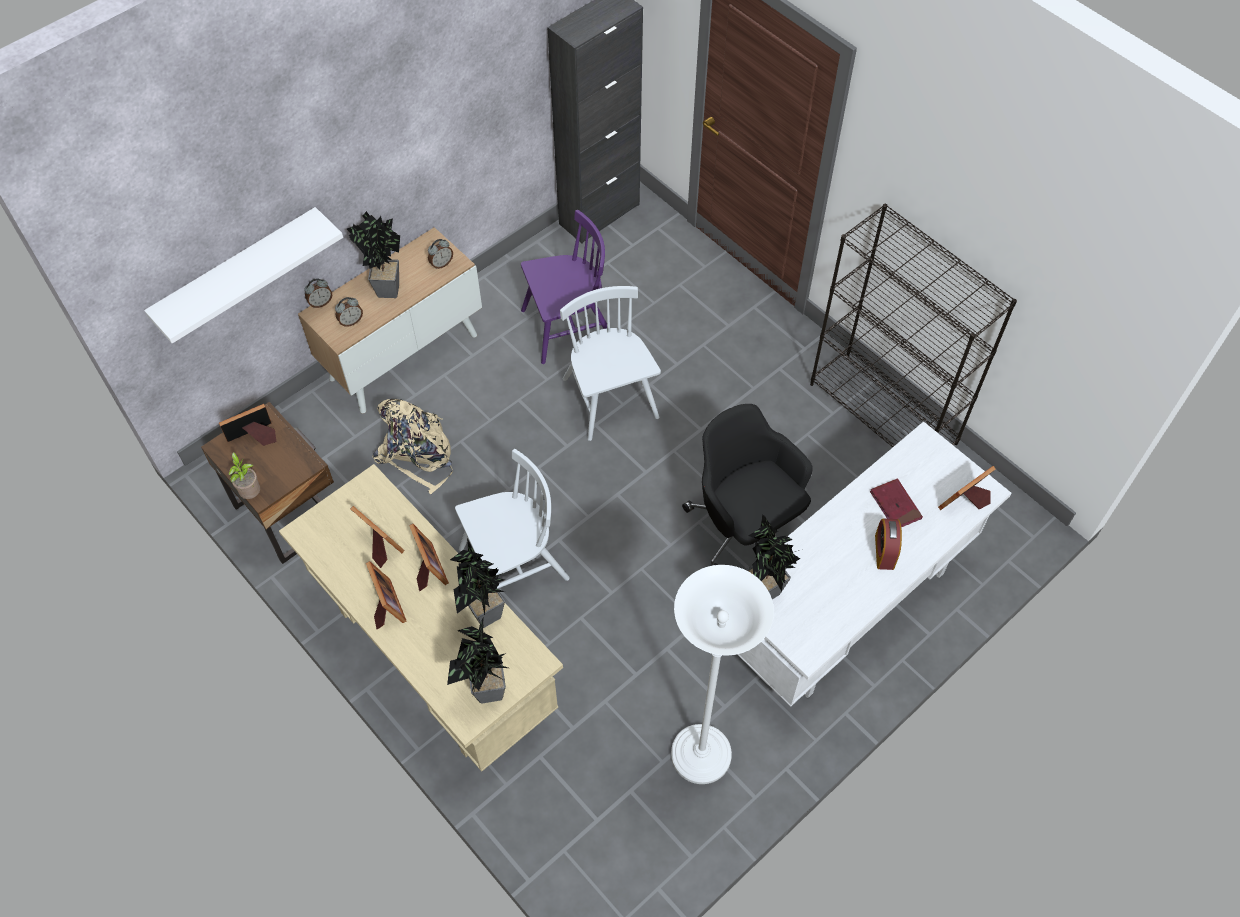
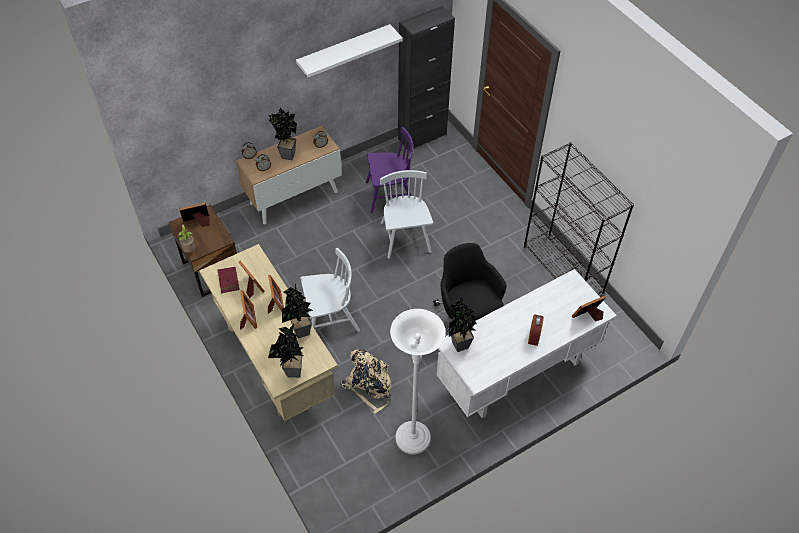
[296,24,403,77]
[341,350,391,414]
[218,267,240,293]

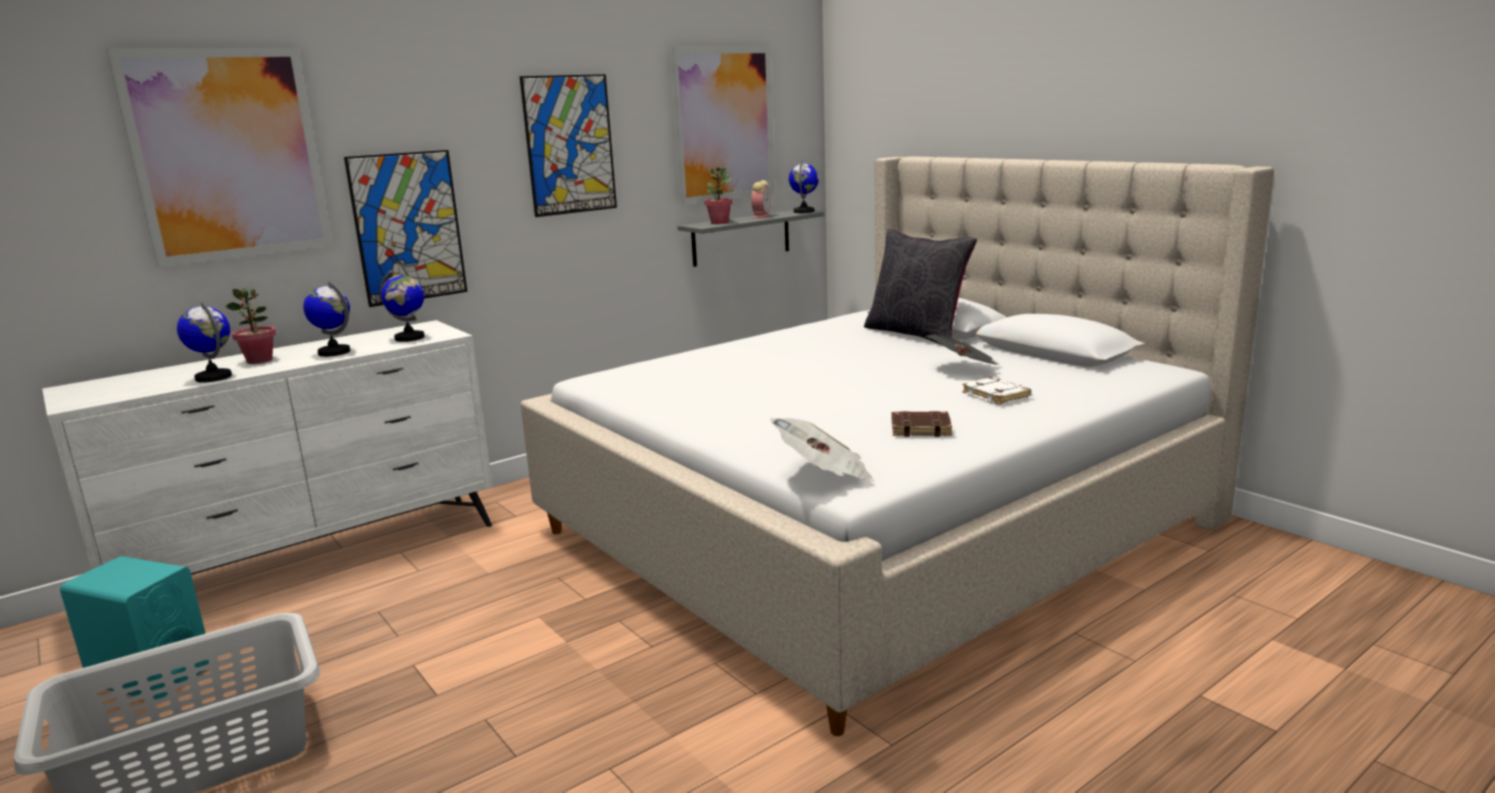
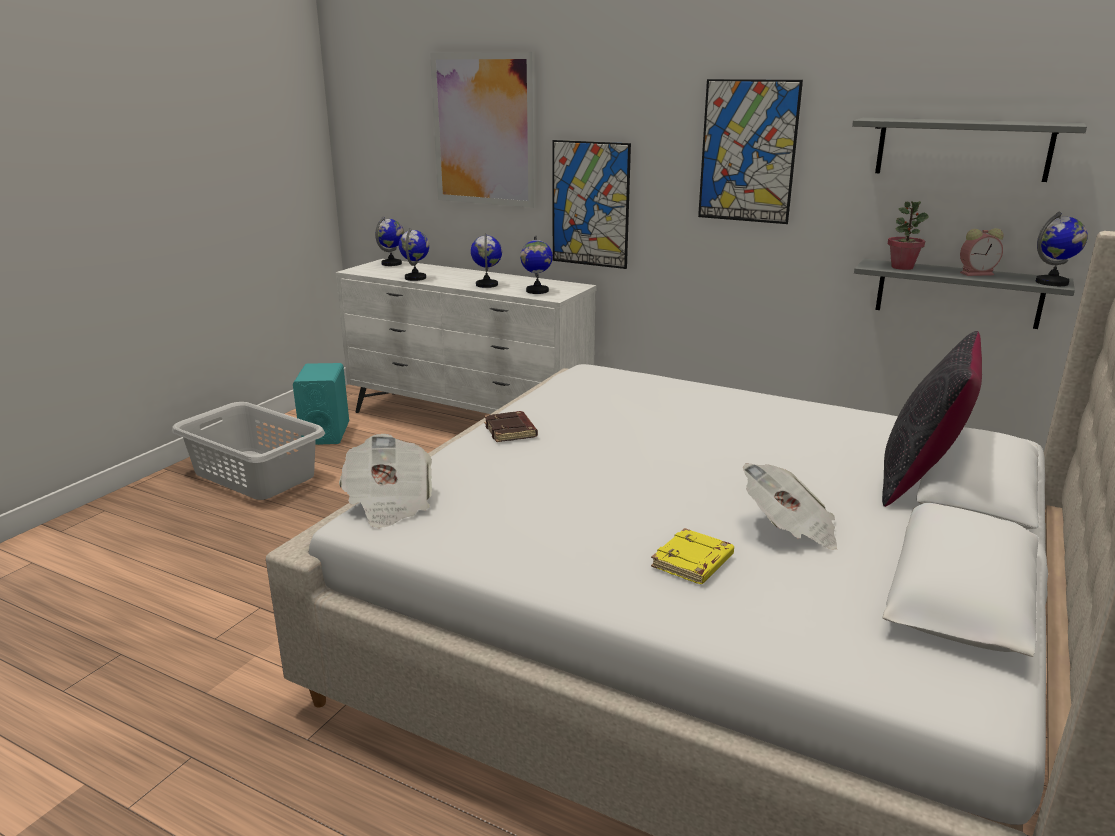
[852,118,1087,182]
[225,288,276,364] (first image)
[651,528,734,584]
[484,411,538,442]
[375,216,404,266]

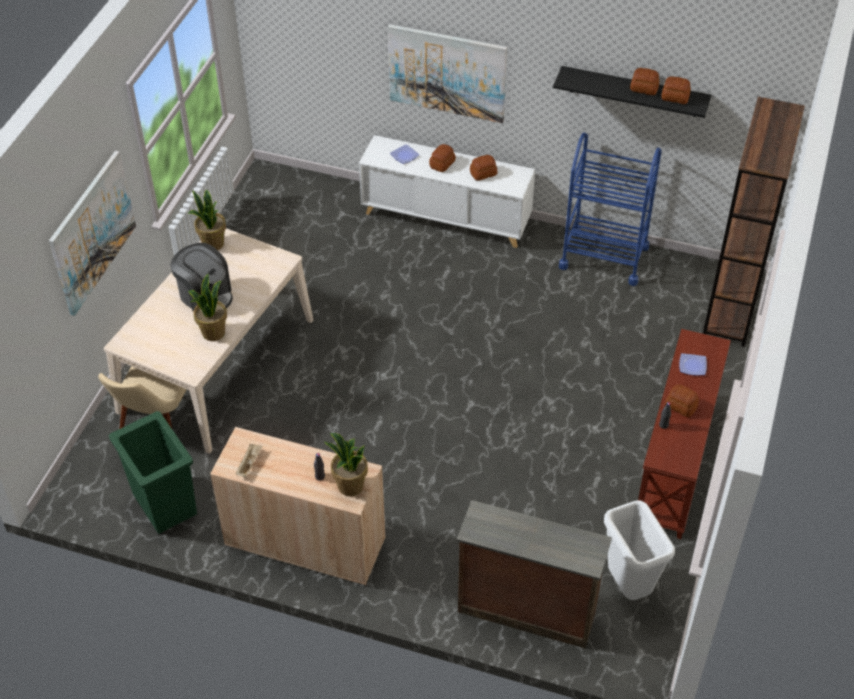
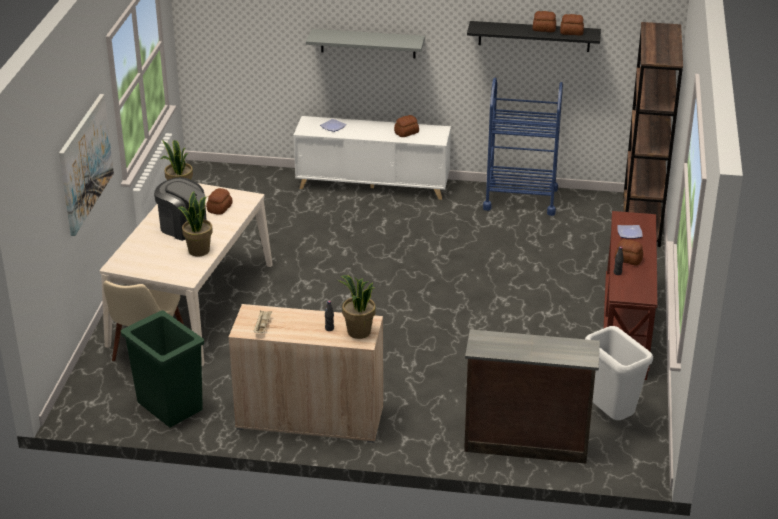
[306,29,425,58]
[206,188,232,215]

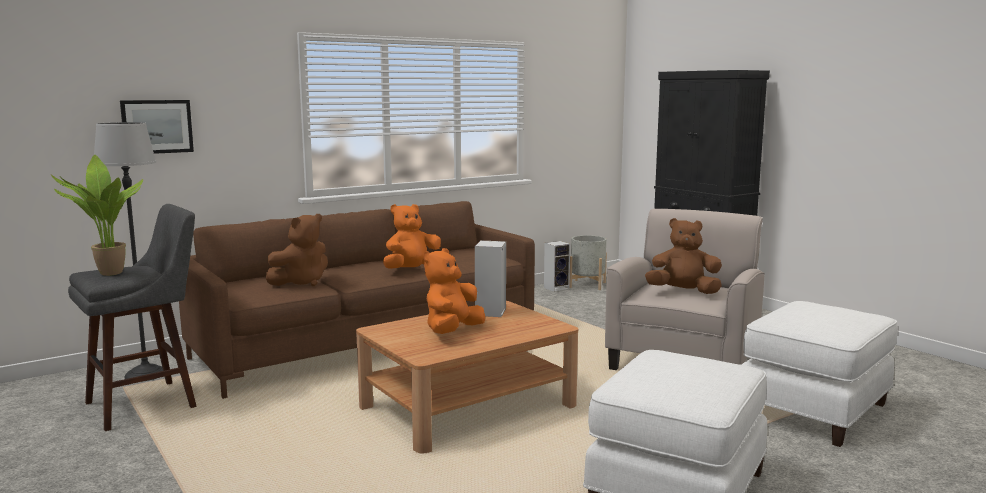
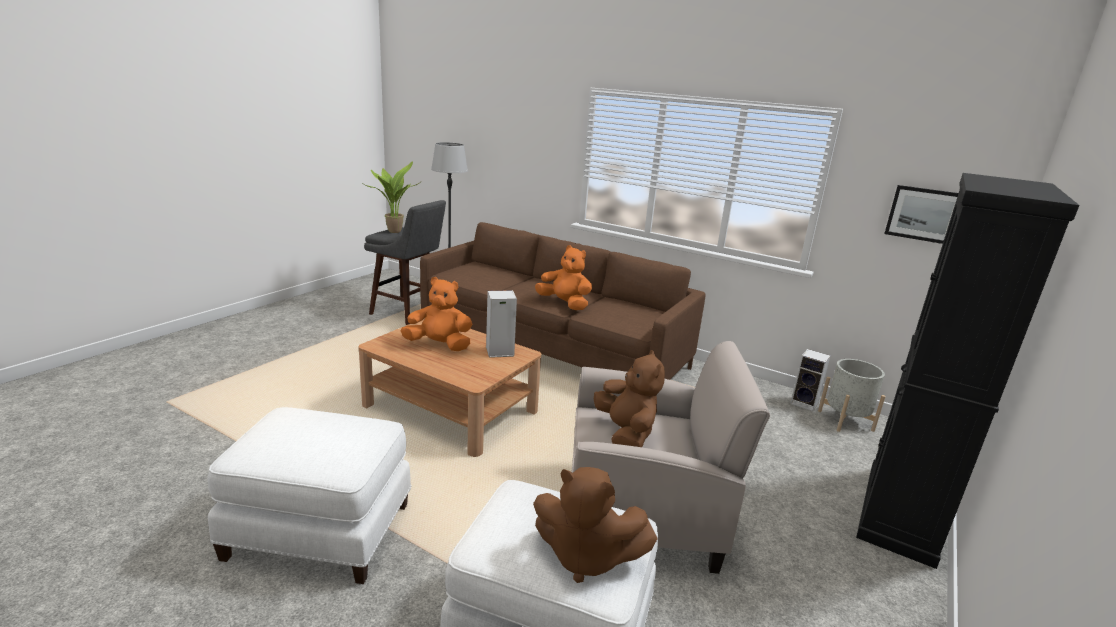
[884,185,958,244]
[533,467,658,583]

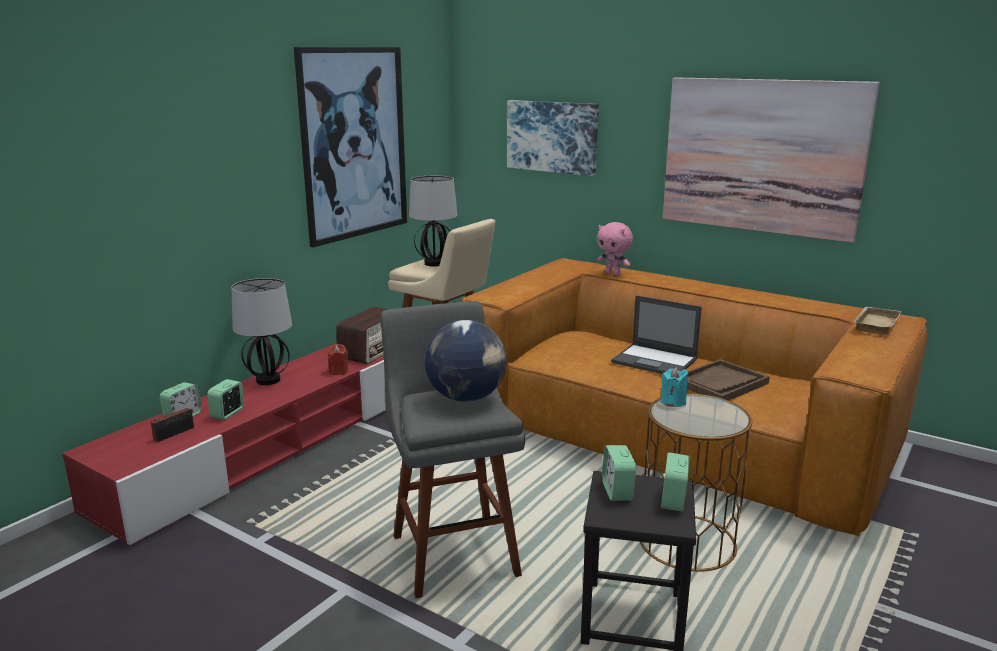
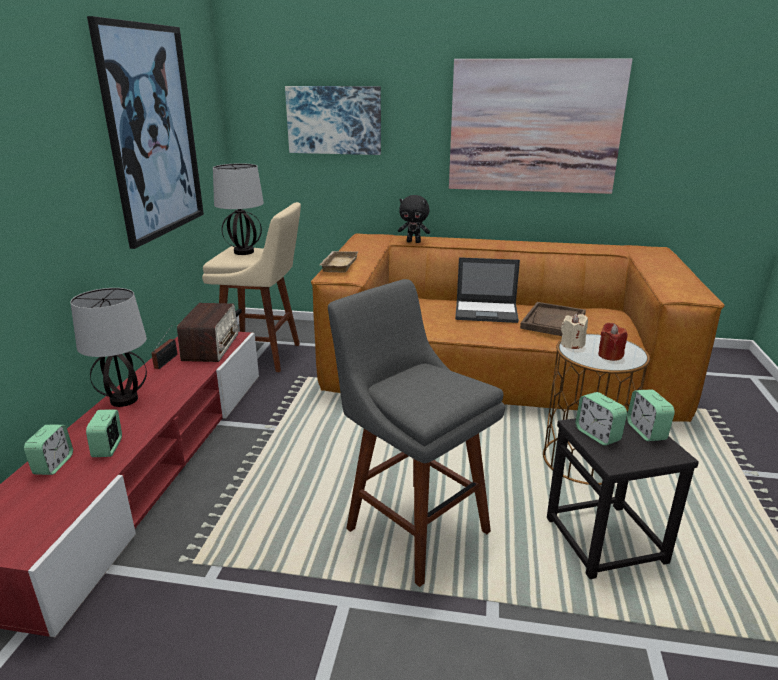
[398,195,430,243]
[320,251,358,273]
[425,320,507,402] (first image)
[598,323,628,361]
[561,313,588,349]
[151,325,177,369]

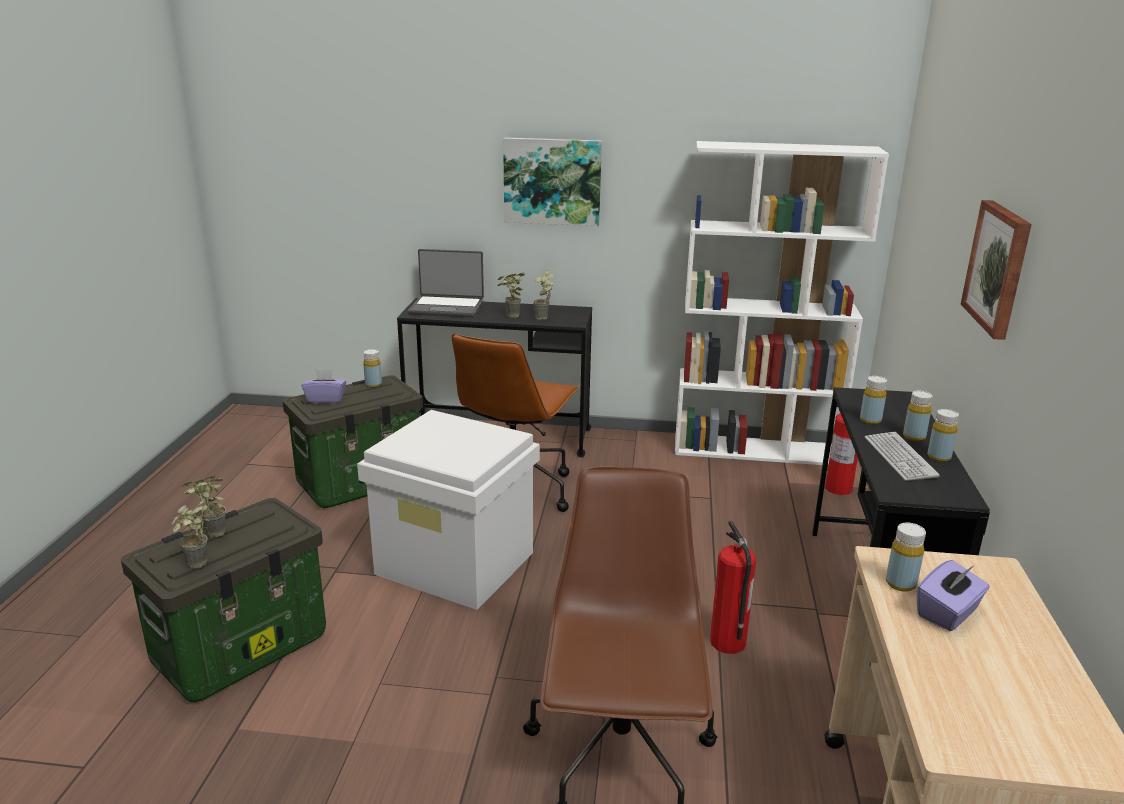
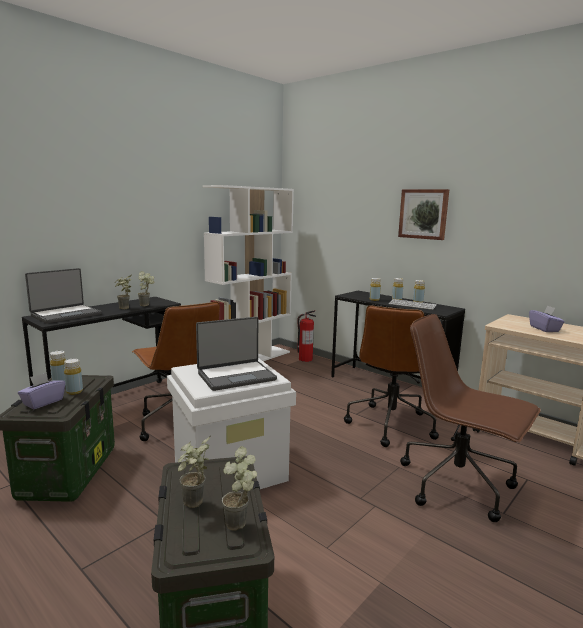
[503,138,602,226] (first image)
[344,305,439,447]
[64,359,83,395]
[196,317,277,391]

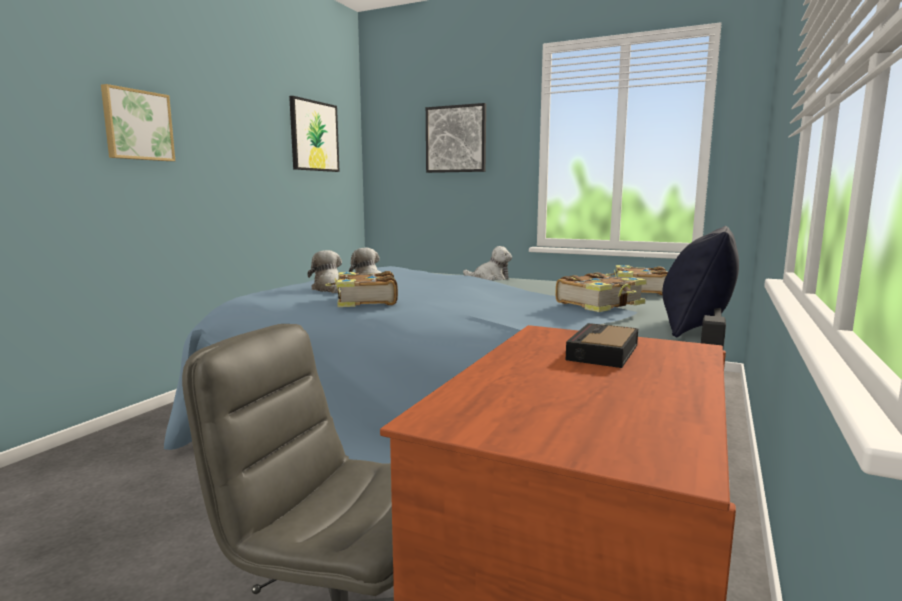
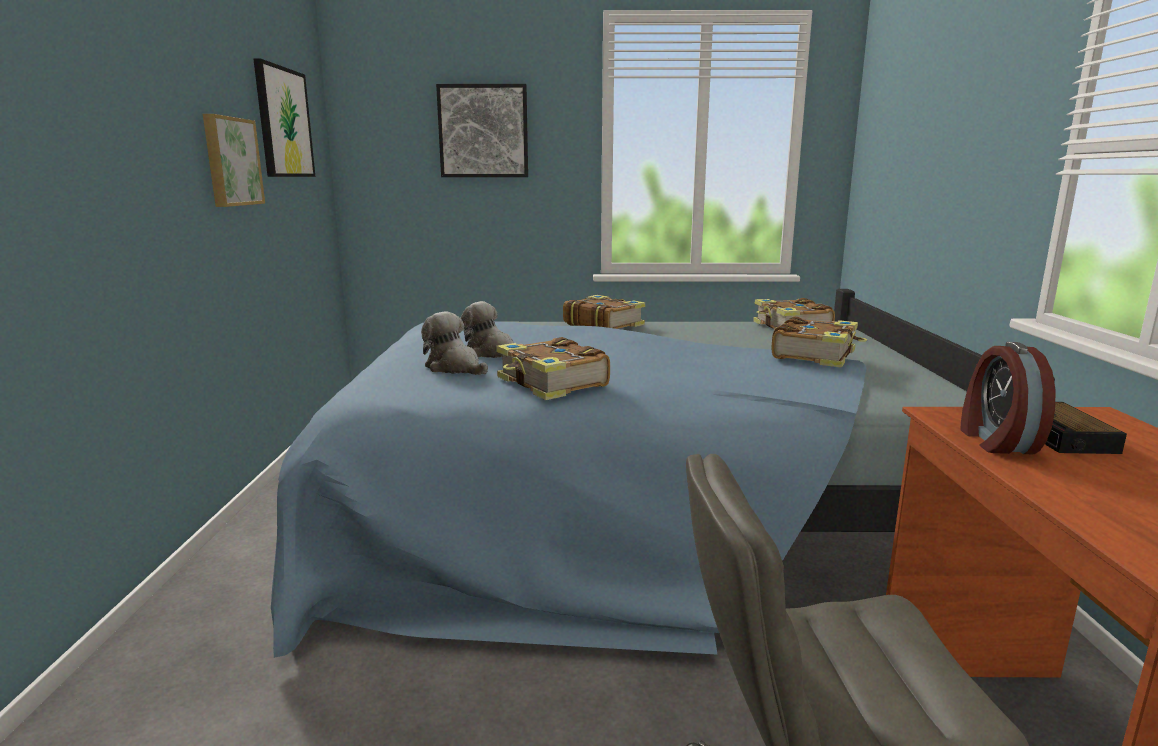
[203,114,265,207]
[662,226,739,337] (first image)
[563,295,645,329]
[960,342,1056,454]

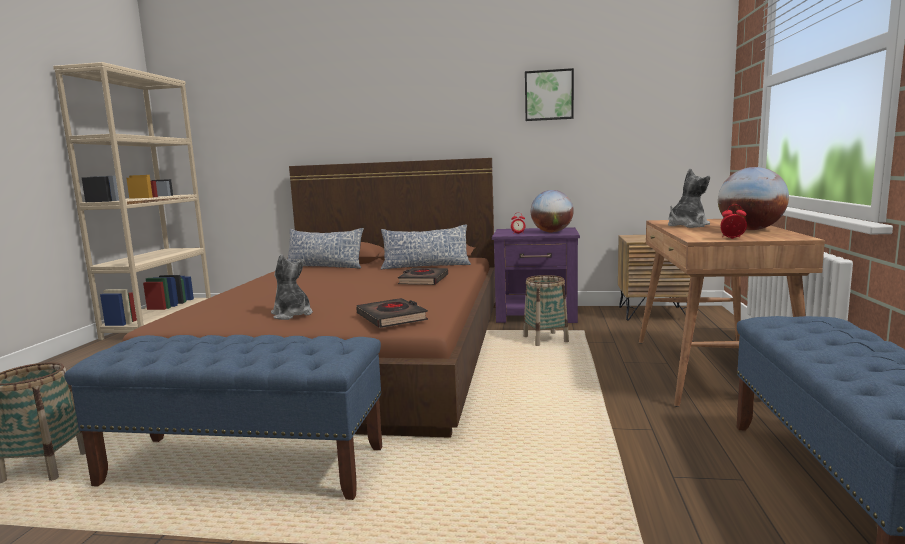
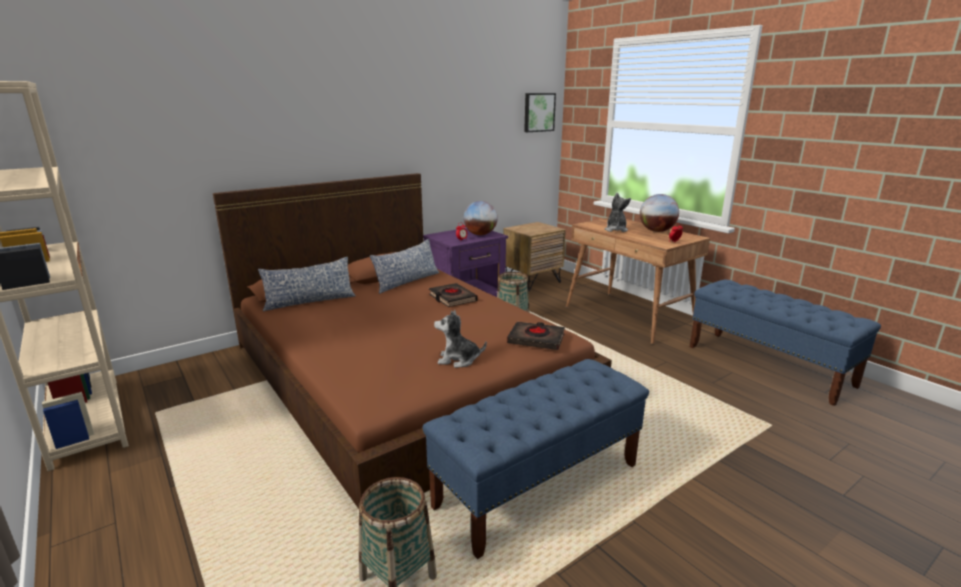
[524,93,556,132]

